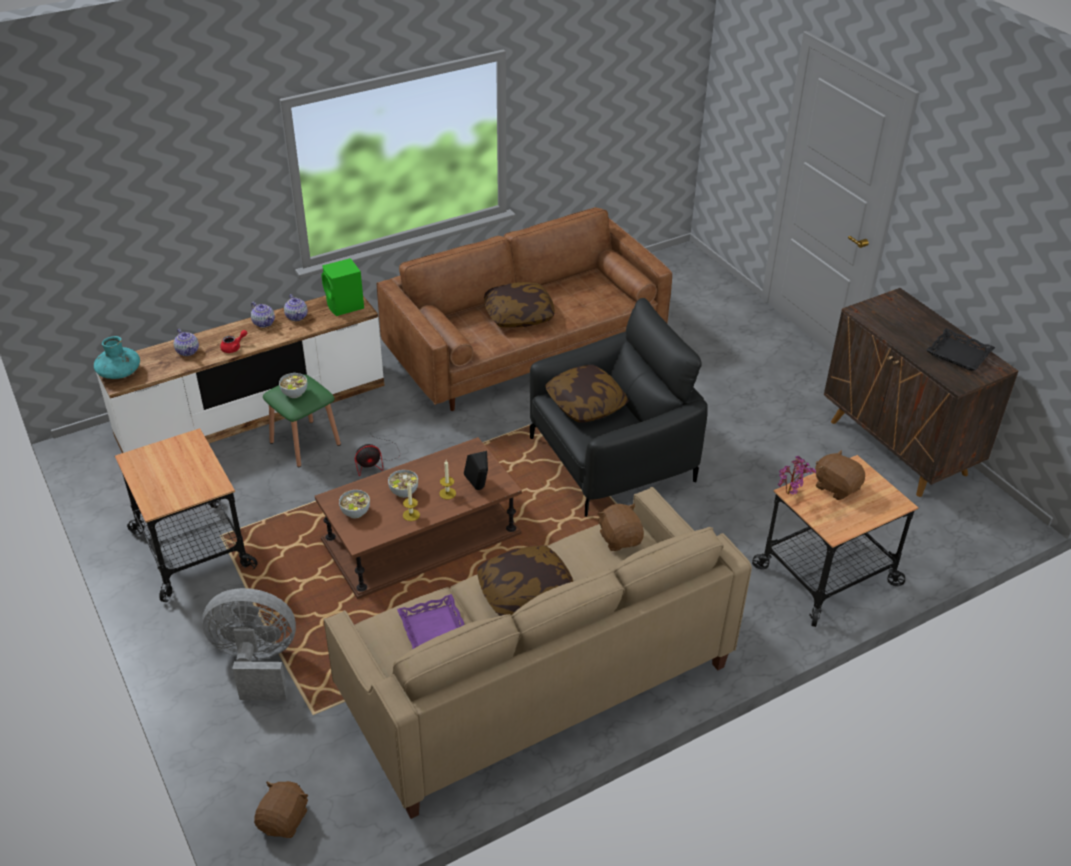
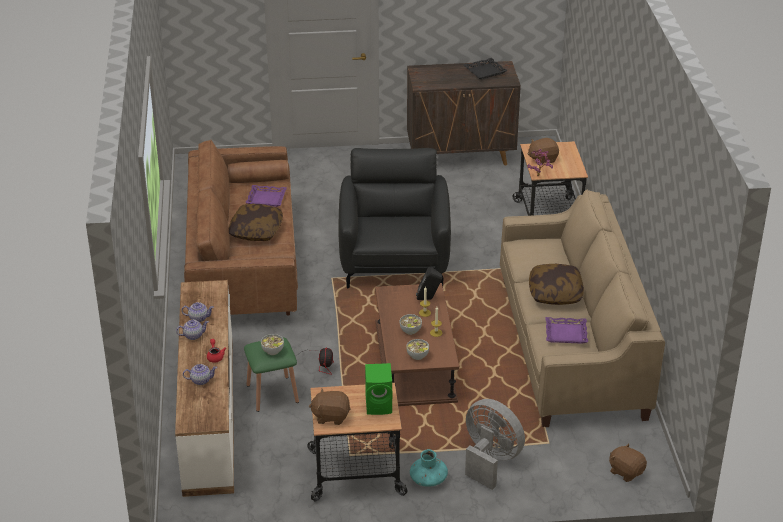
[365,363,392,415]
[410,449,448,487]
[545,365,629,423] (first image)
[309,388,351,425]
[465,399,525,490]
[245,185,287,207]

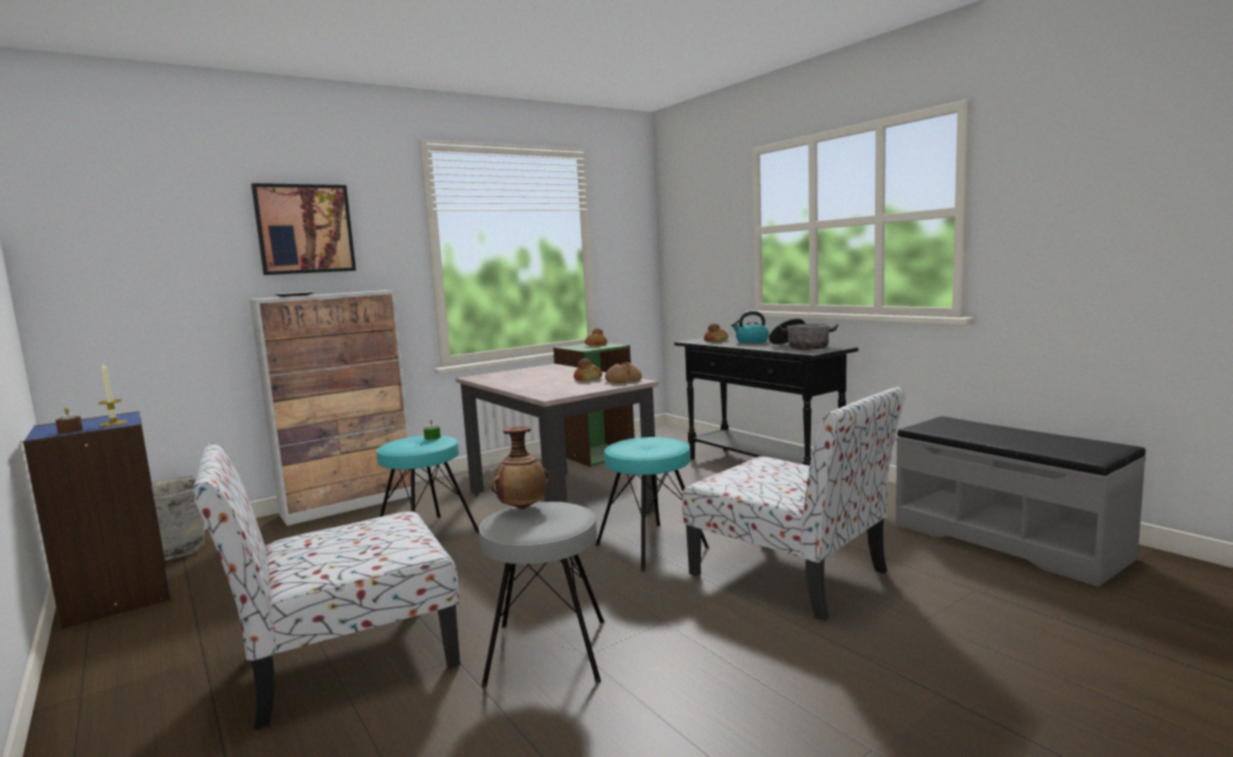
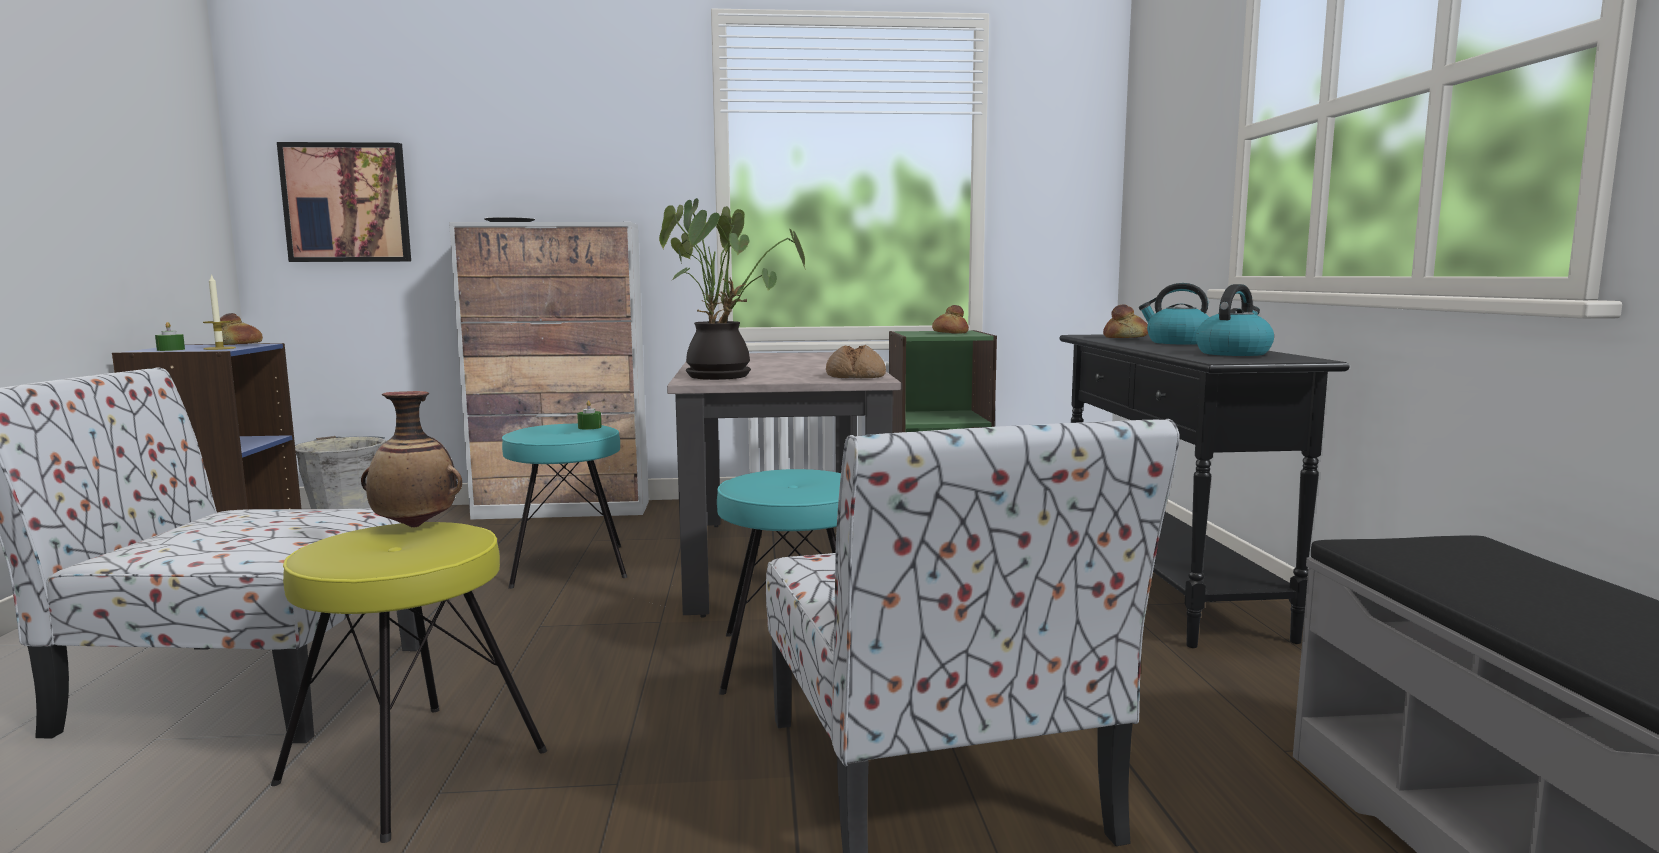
[277,142,411,262]
[1196,284,1274,356]
[220,313,263,345]
[155,322,185,351]
[271,522,547,843]
[659,198,806,380]

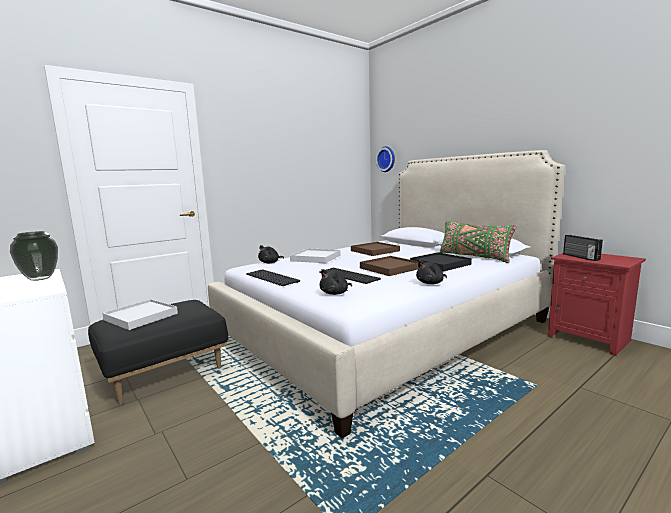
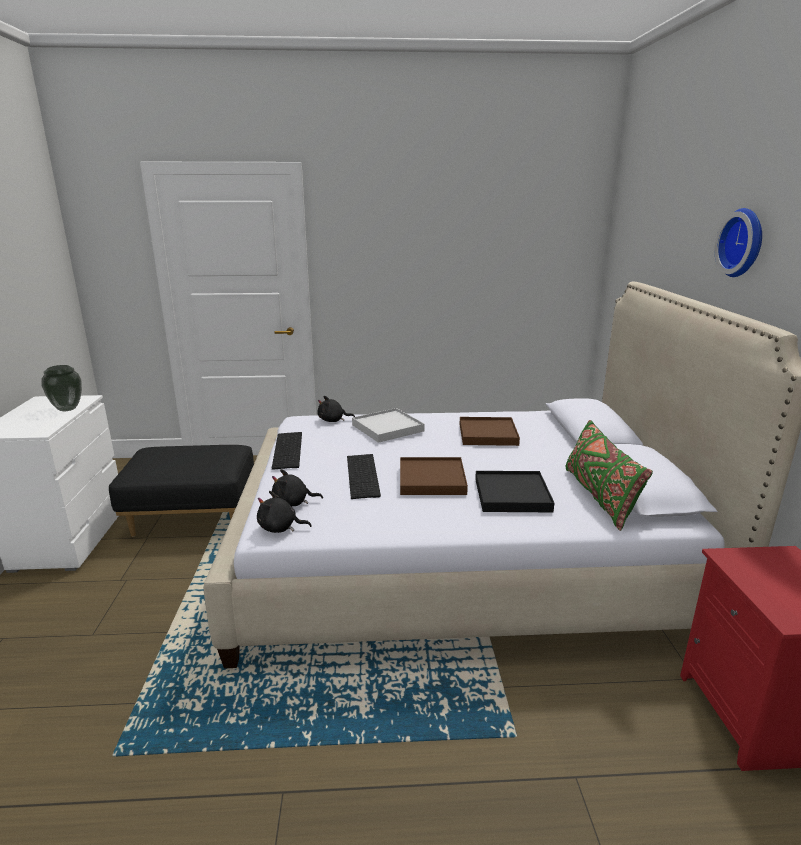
[715,208,762,277]
[563,235,603,261] (first image)
[257,491,312,533]
[102,299,178,330] (first image)

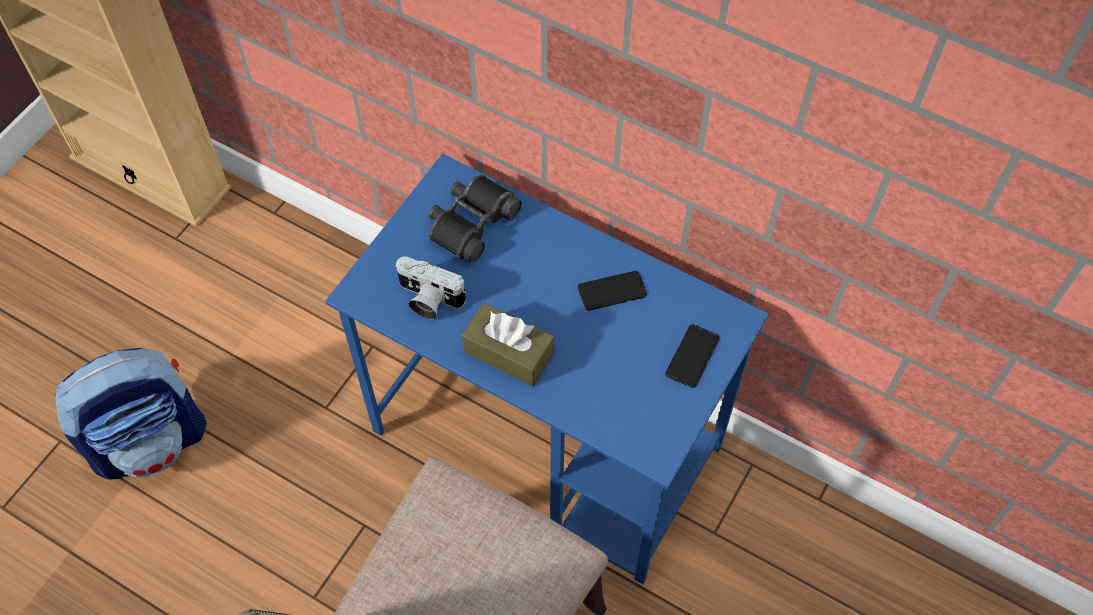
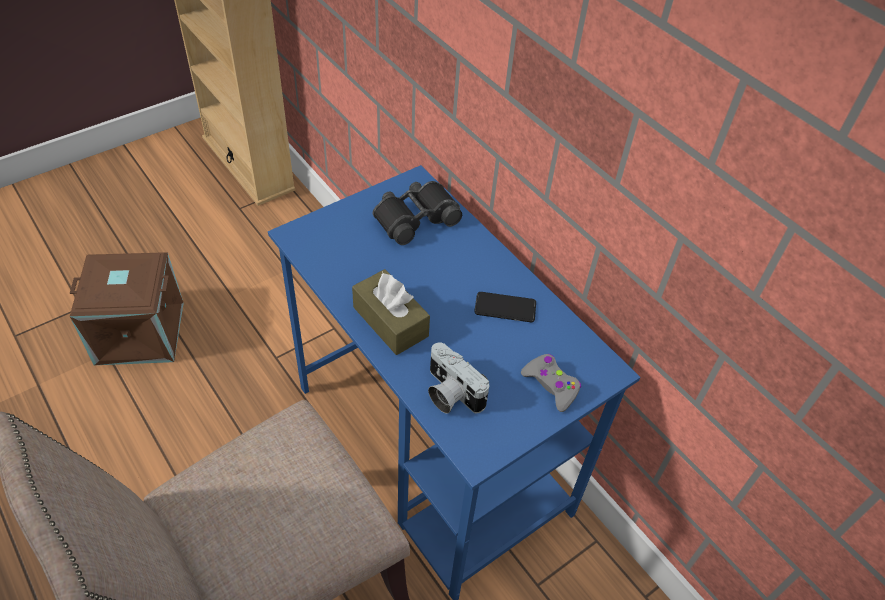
[428,343,490,414]
[521,354,581,412]
[70,252,184,365]

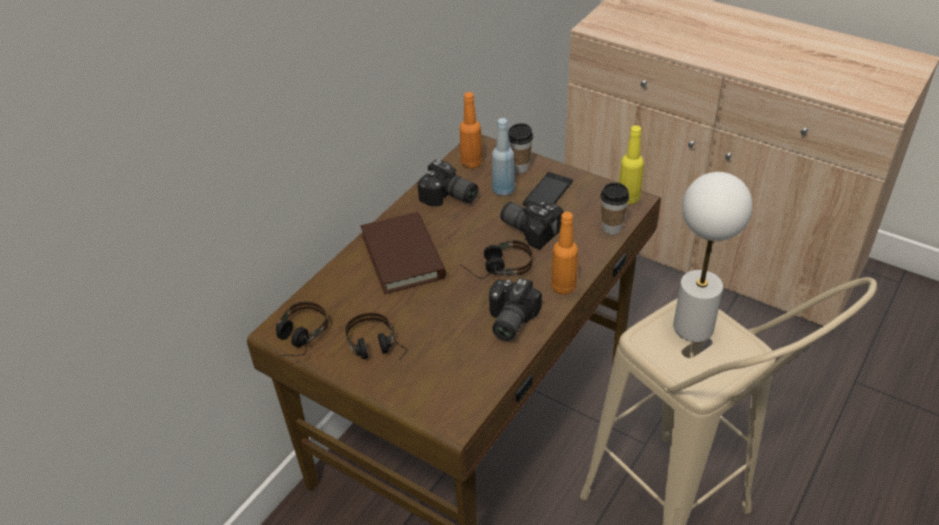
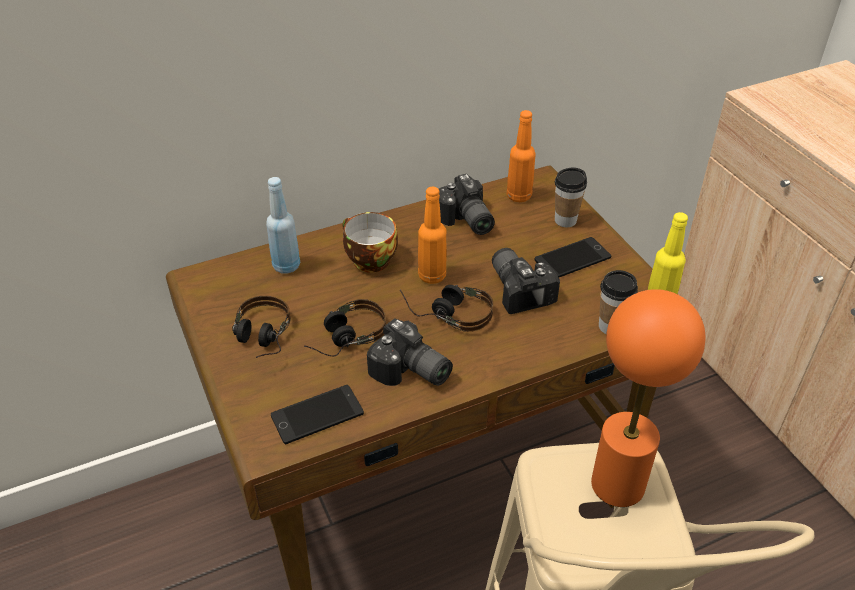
[266,177,300,274]
[591,289,706,507]
[342,212,398,273]
[418,186,447,284]
[367,318,453,386]
[304,299,386,357]
[271,385,364,444]

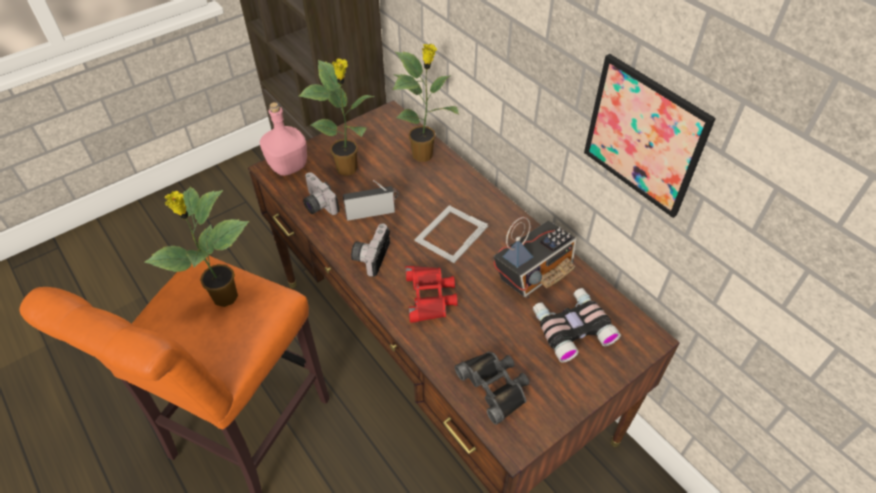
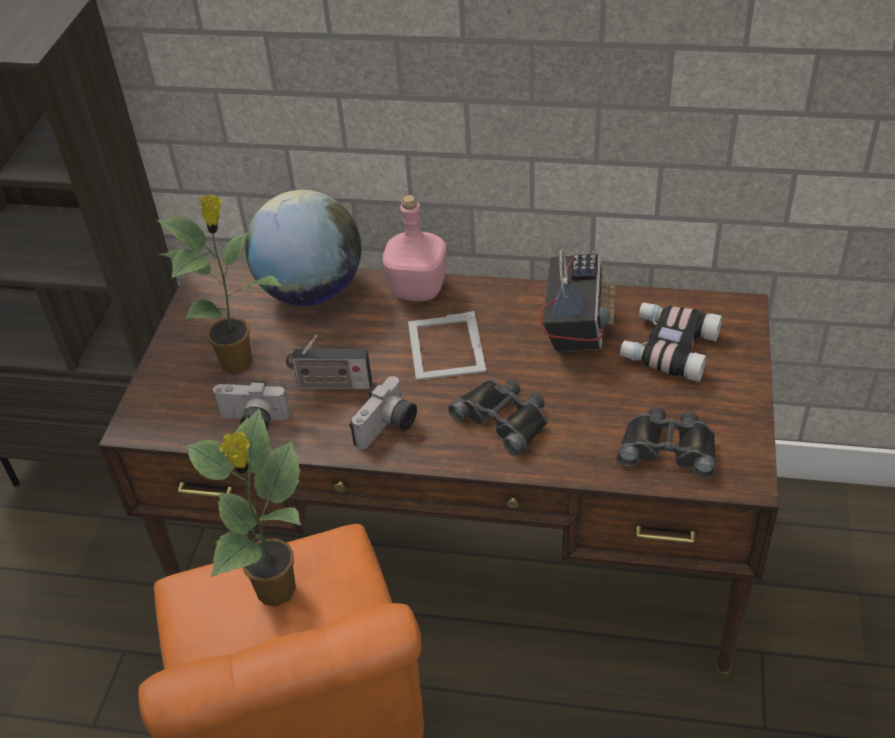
[245,190,361,306]
[584,54,716,218] (first image)
[383,195,447,301]
[286,335,372,389]
[350,376,417,449]
[448,379,548,456]

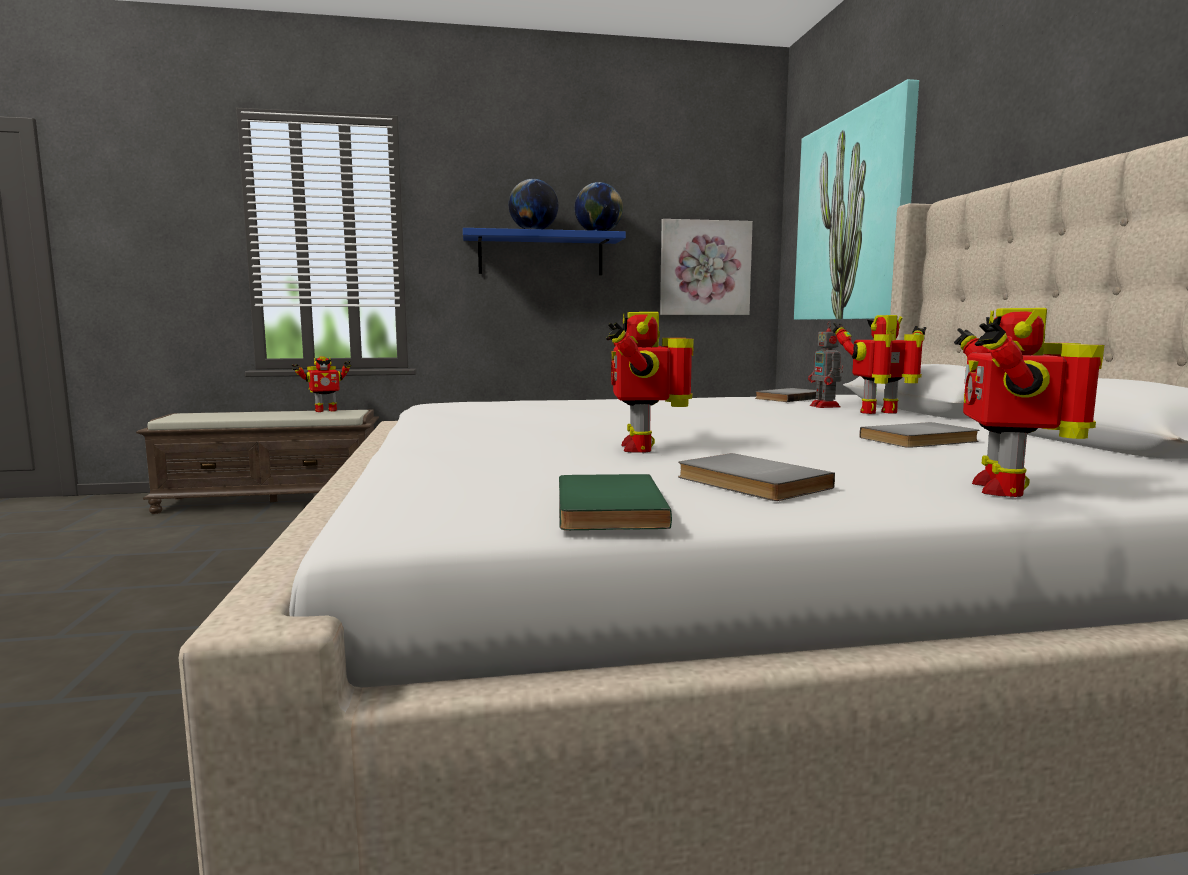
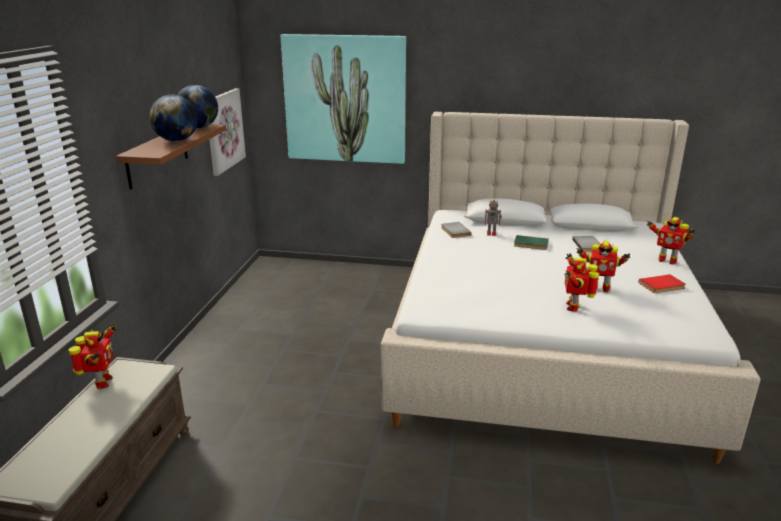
[115,124,226,190]
[564,253,599,312]
[638,274,686,293]
[514,235,549,250]

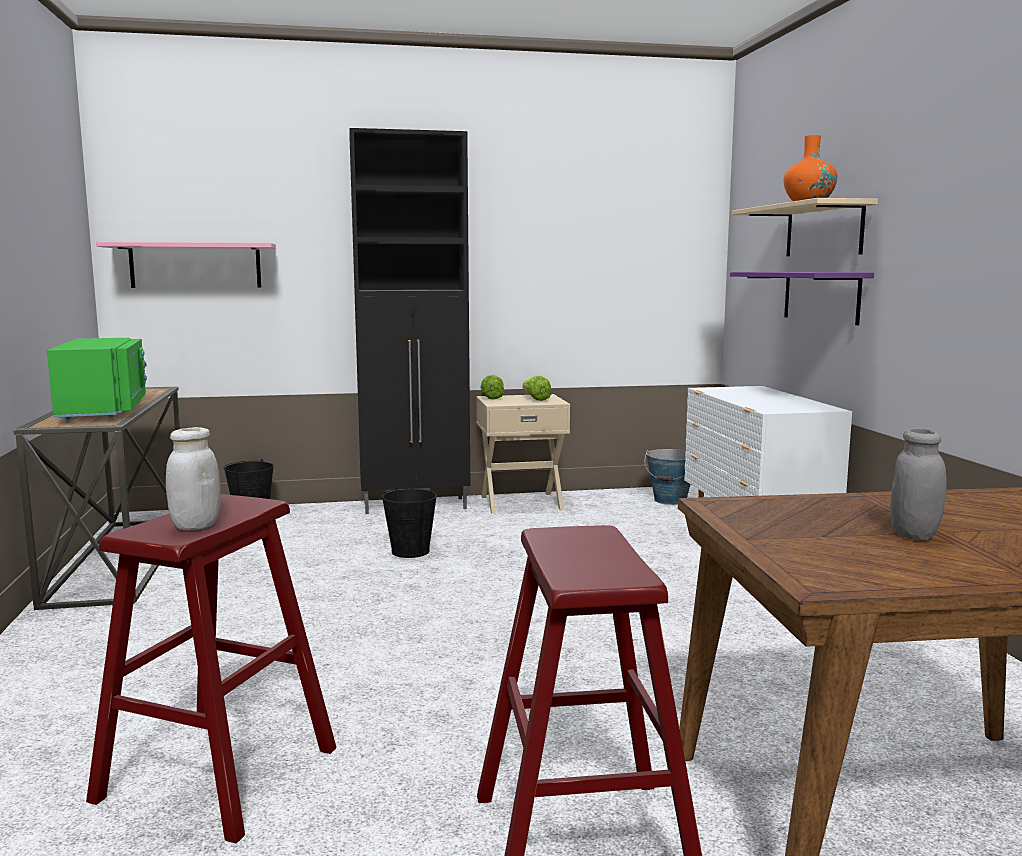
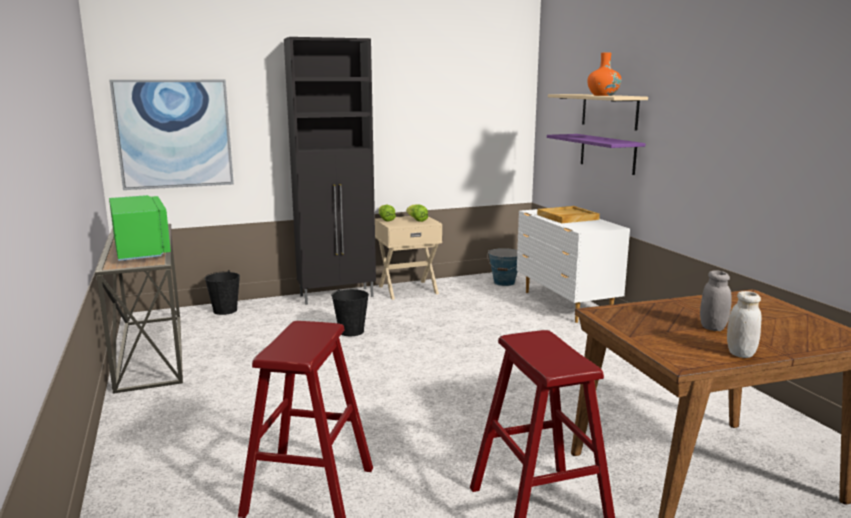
[109,80,234,190]
[727,291,762,358]
[537,206,600,223]

